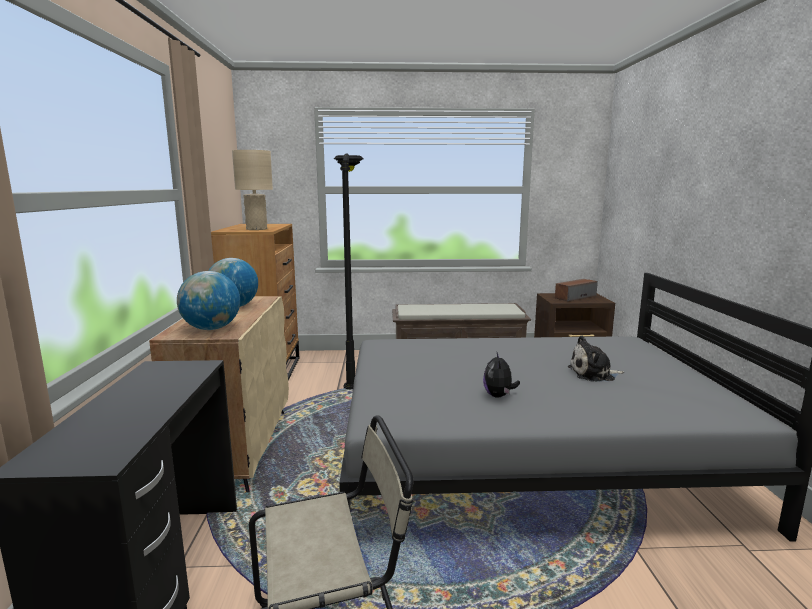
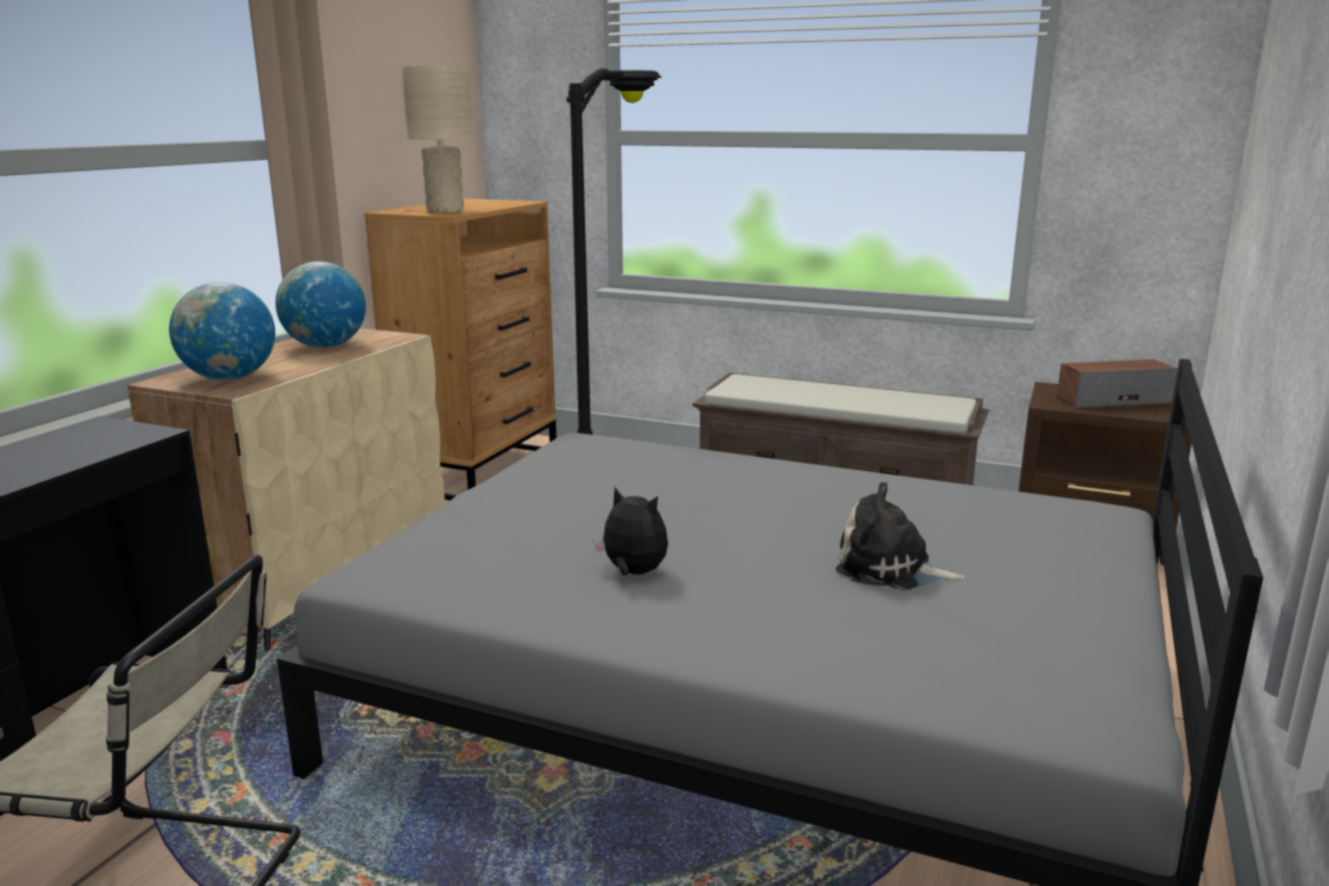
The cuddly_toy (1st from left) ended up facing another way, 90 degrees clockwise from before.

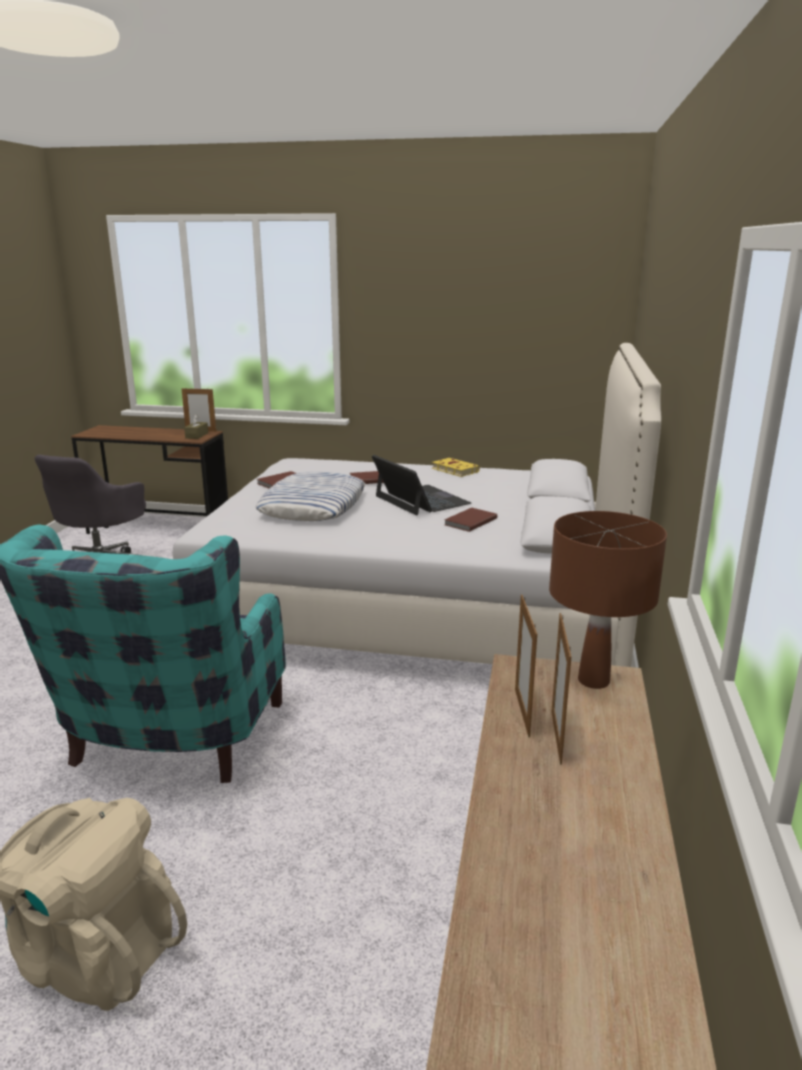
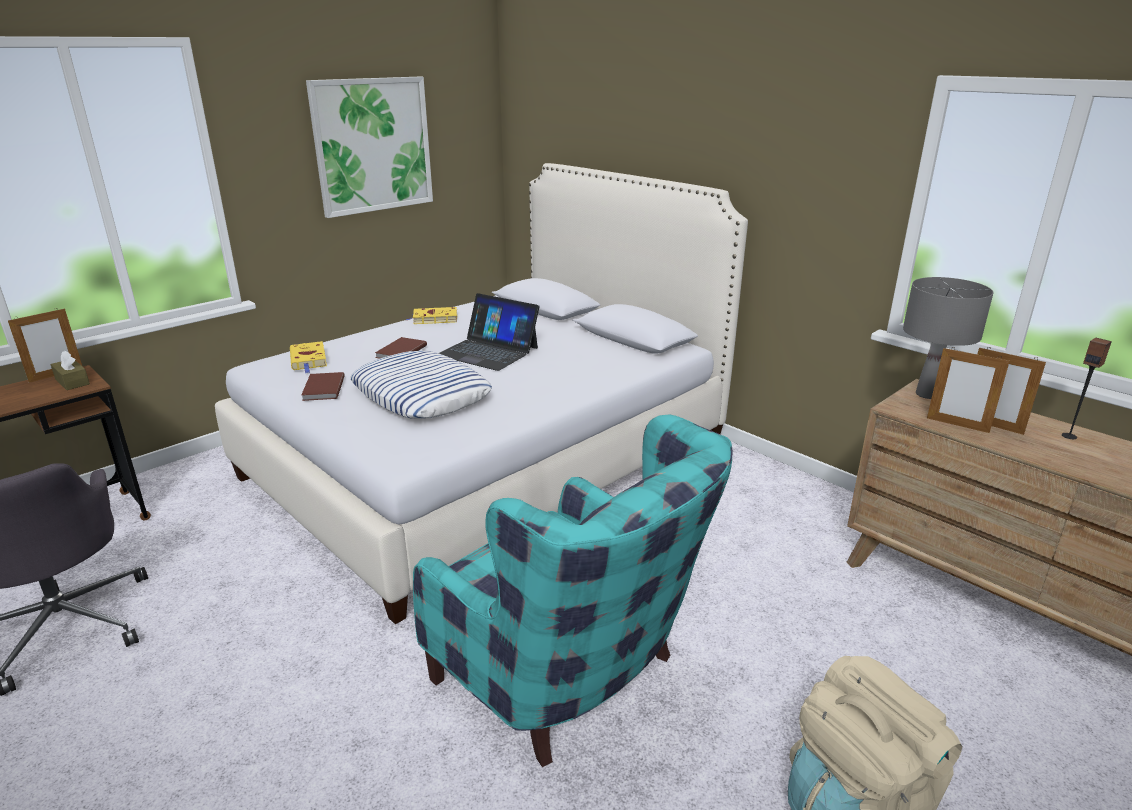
The second view lost the brownish_volume (3rd from left). The second view gained the yellow-coloured_volume (1st from left). The second view gained the picture. The second view gained the audio_speaker. What was the brownish_table_lamp turned into the grey_table_lamp. The laptop ended up facing another way, 150 degrees counterclockwise from before.

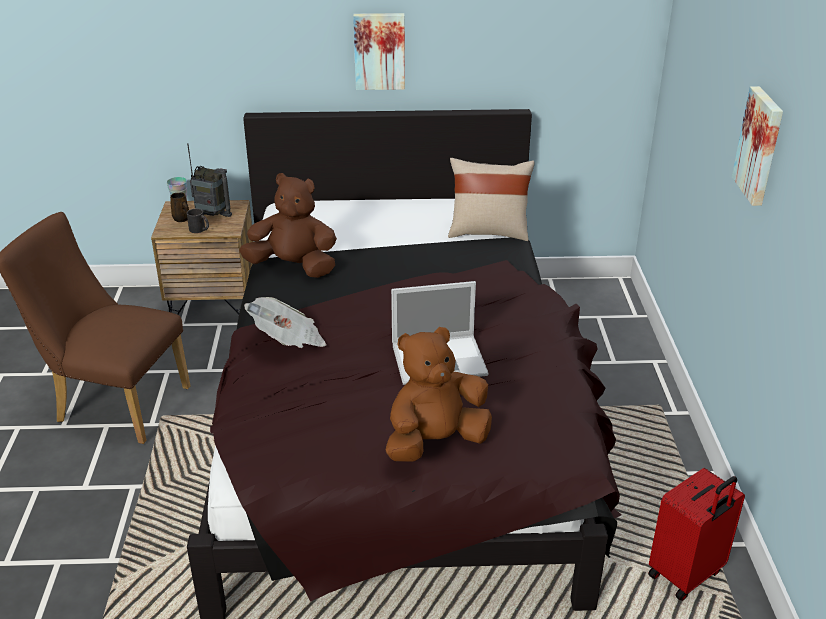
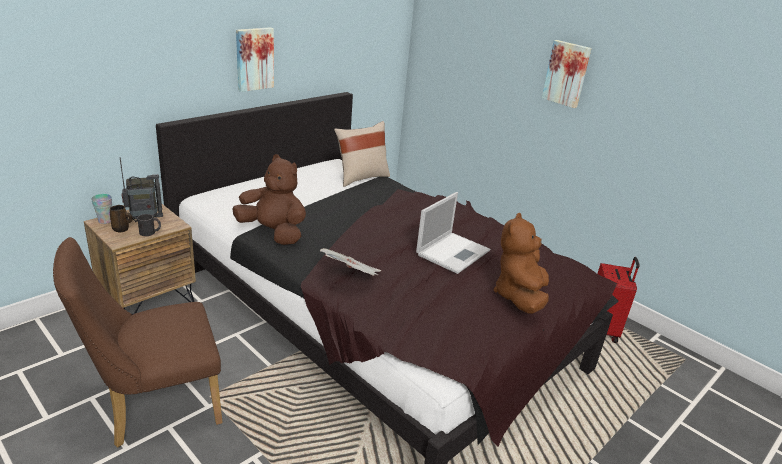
The brownish_cuddly_toy (1st from left) ended up facing another way, 60 degrees clockwise from before.

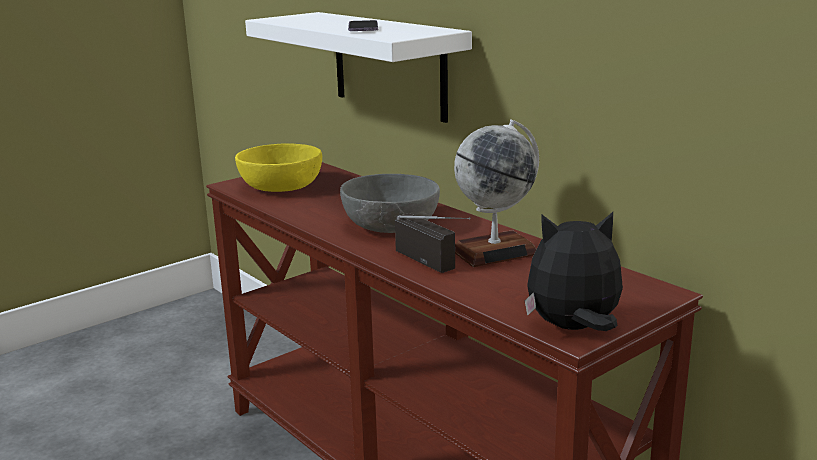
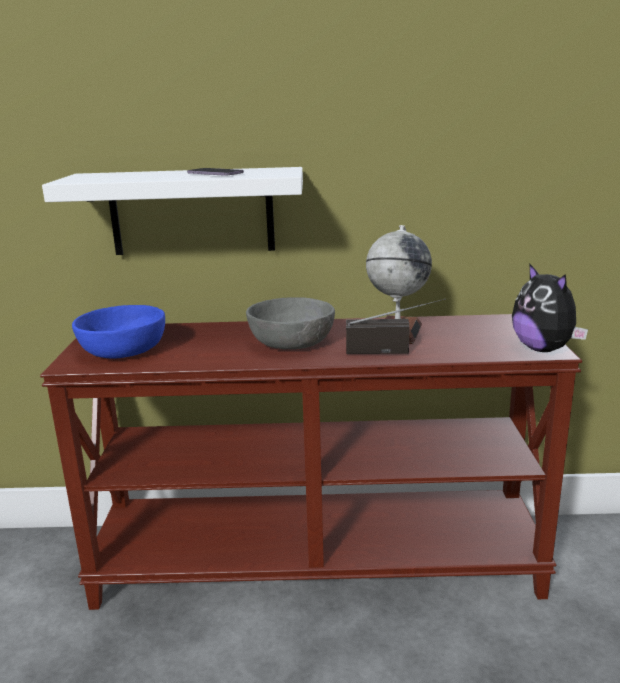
What was the yellow-coloured_serving_bowl turned into the bluish_serving_bowl. The cuddly_toy ended up facing another way, 60 degrees counterclockwise from before.

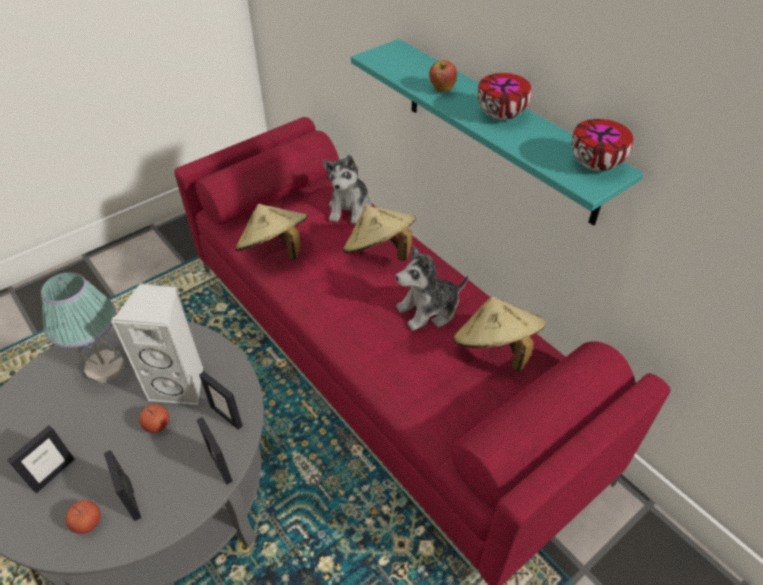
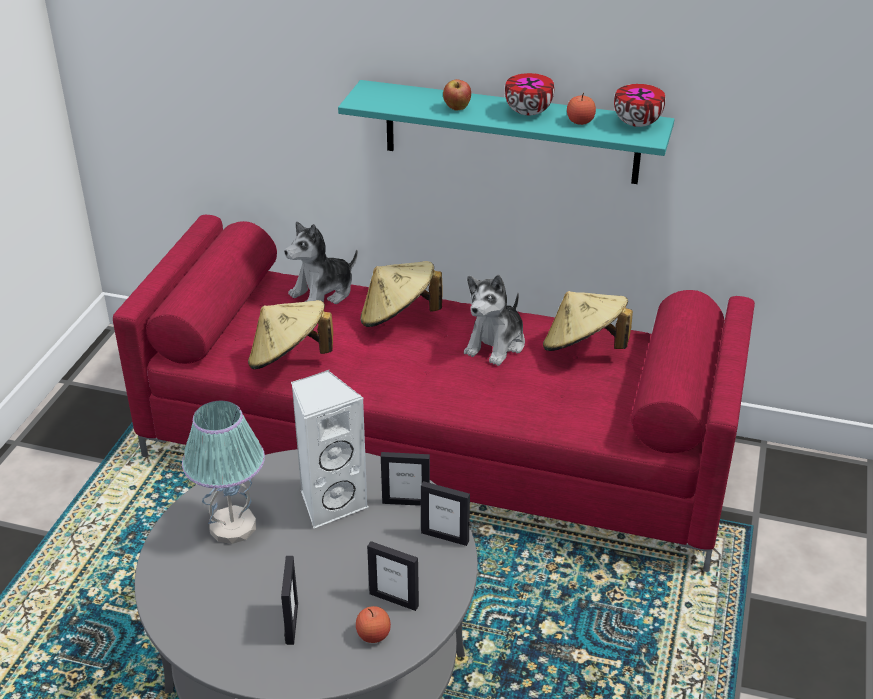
The apple (2nd from left in the first image) ended up elsewhere. The cuddly_toy (1st from left) ended up facing another way, 75 degrees clockwise from before.

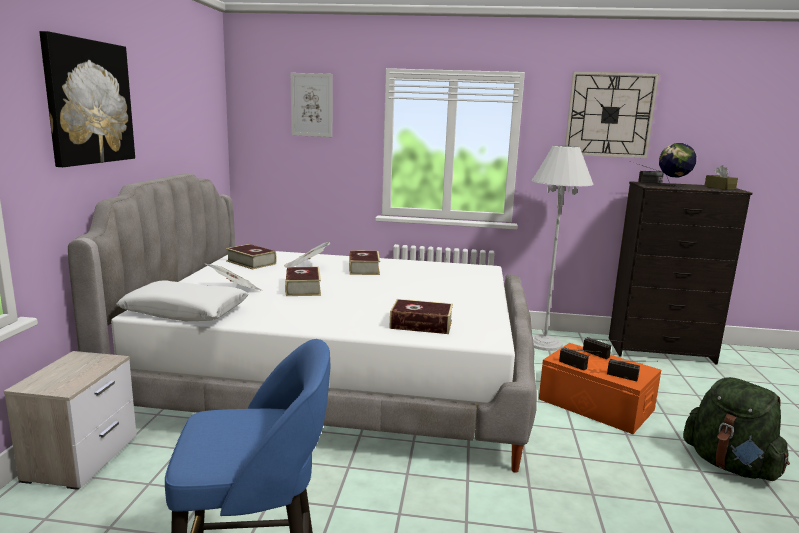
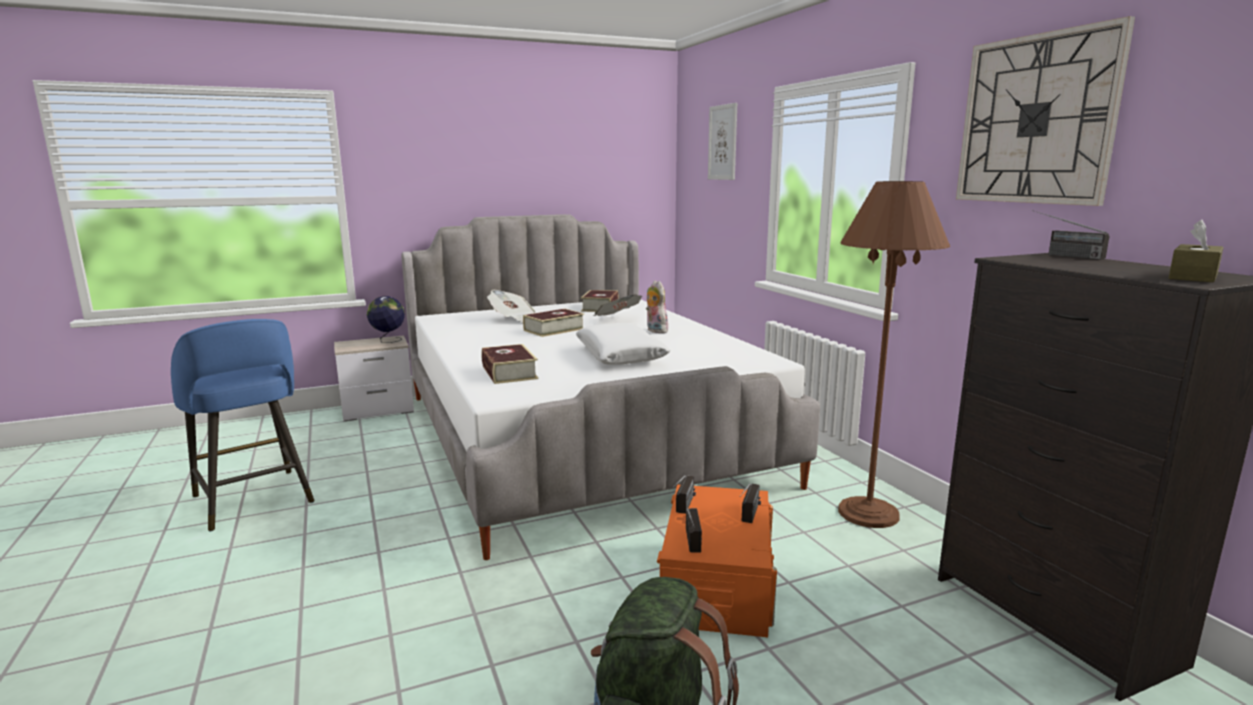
The second view lost the picture (1st from left). The white_pillow ended up elsewhere. The desk_globe ended up elsewhere. Where the volume (3rd from left) stood, the cuddly_toy came to stand. What was the white_standing_lamp turned into the brownish_standing_lamp.

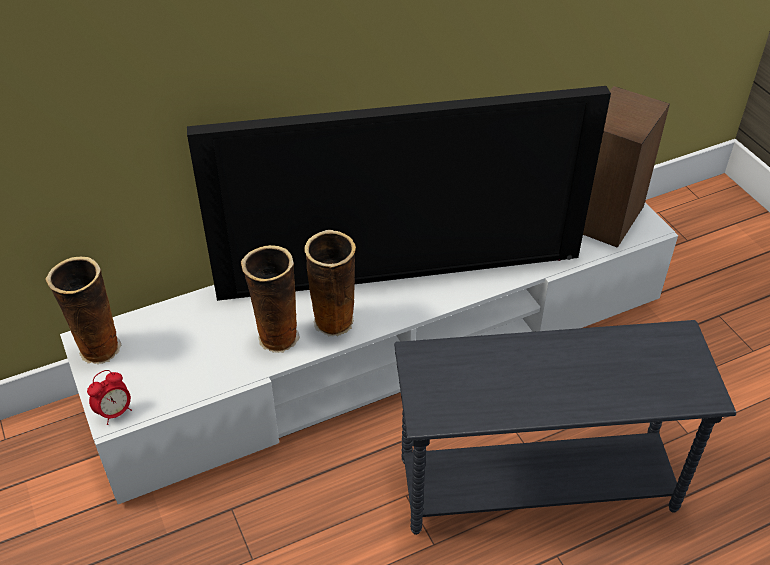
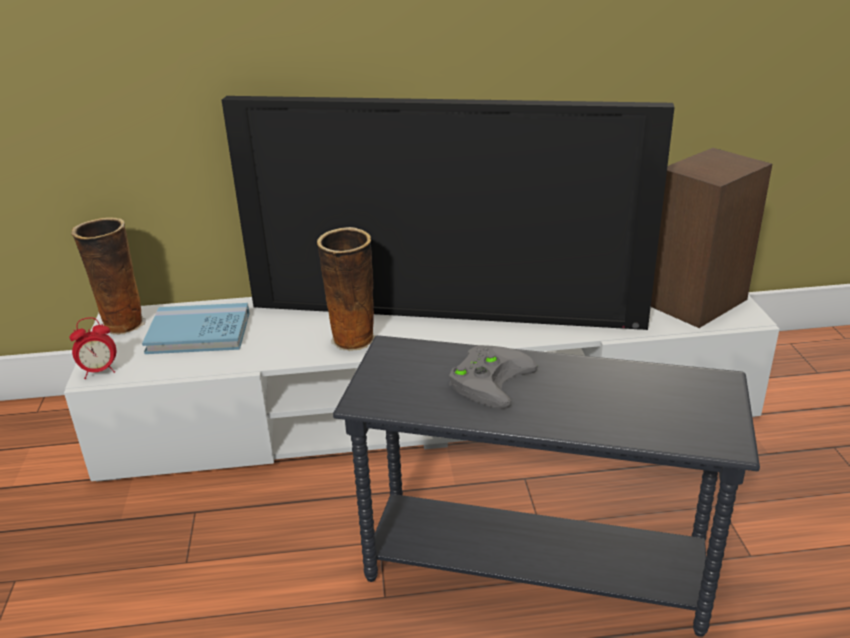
The second view lost the decorative_vase (2nd from left). The second view gained the bluish_volume. The second view gained the grey_game_controller.

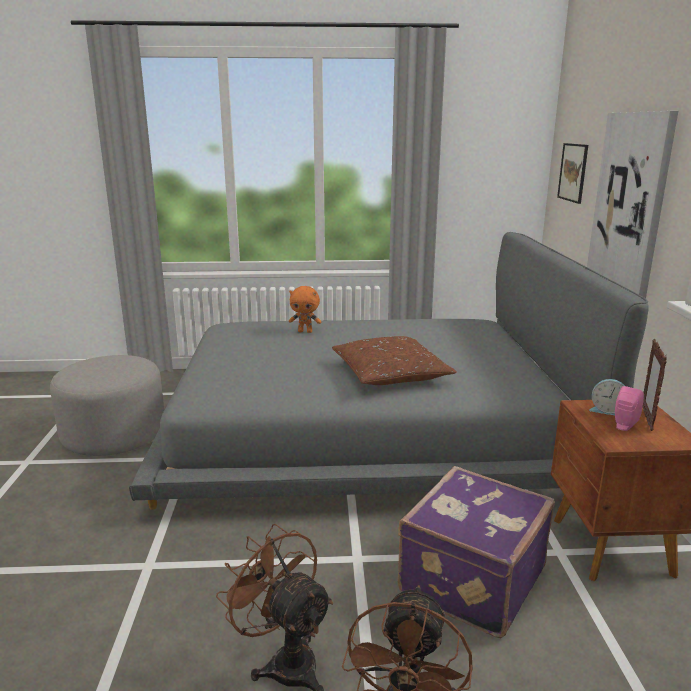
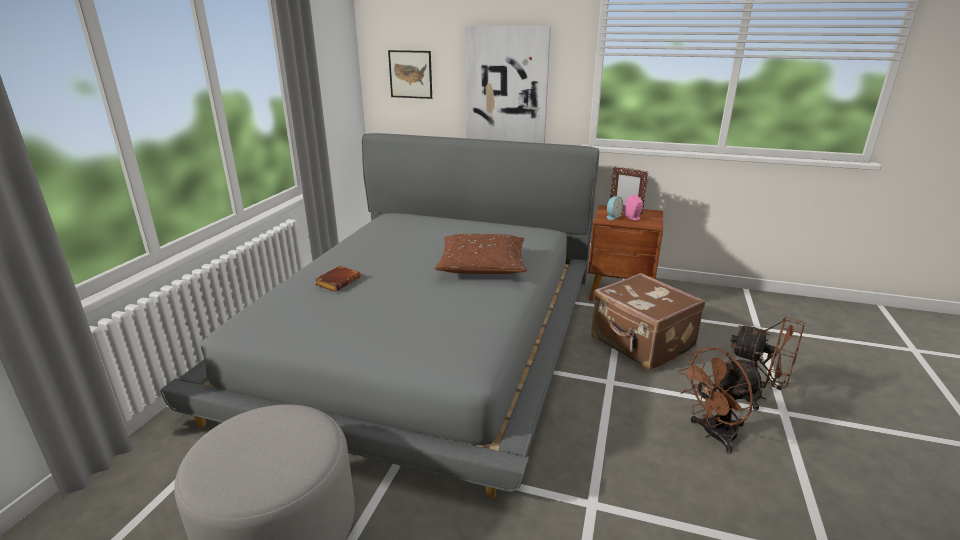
Where the orangey_cuddly_toy stood, the brownish_volume came to stand. What was the purplish_travel_case turned into the brownish_travel_case.

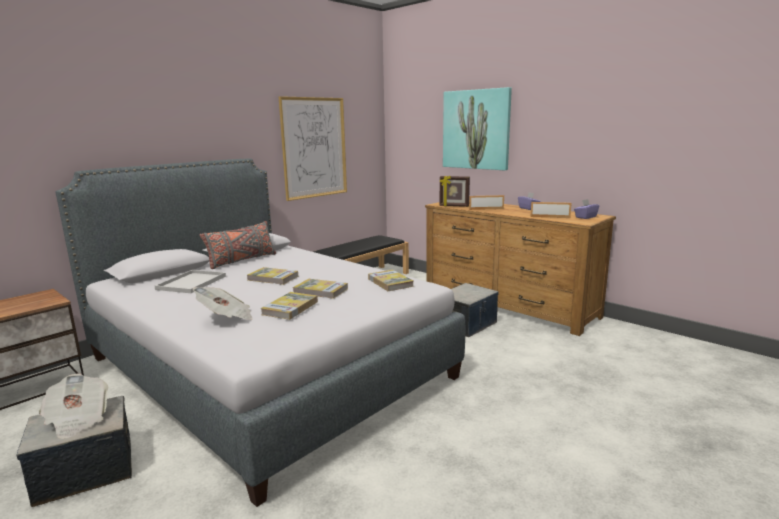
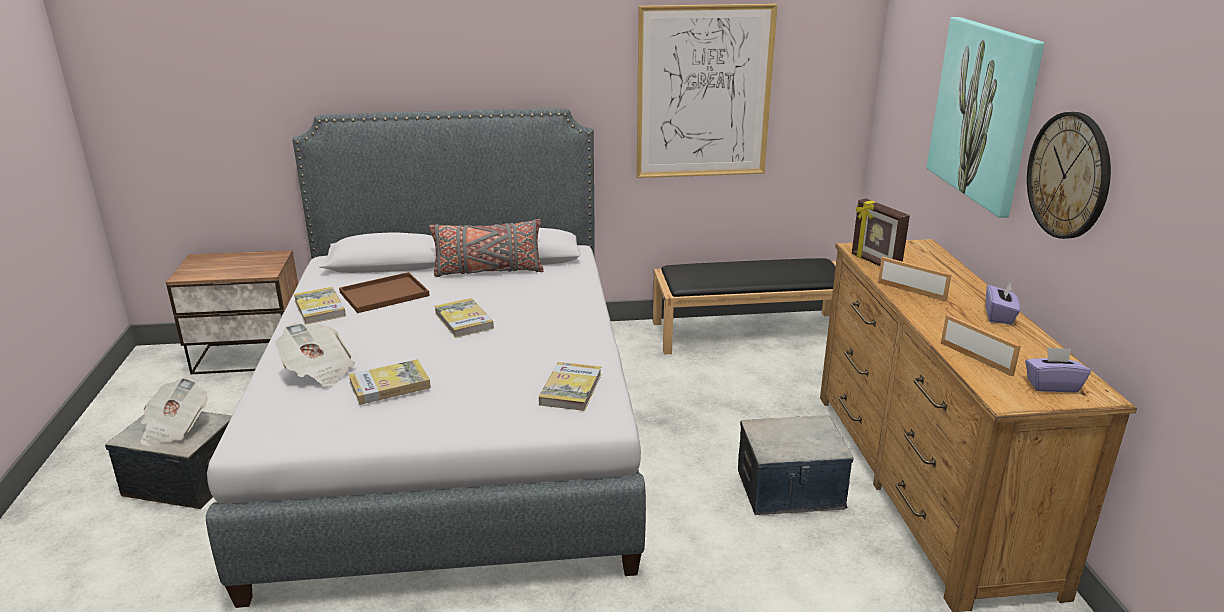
The second view gained the wall_clock. The volume (3rd from left in the first image) ended up elsewhere. What was the white_serving_tray turned into the brownish_serving_tray.

